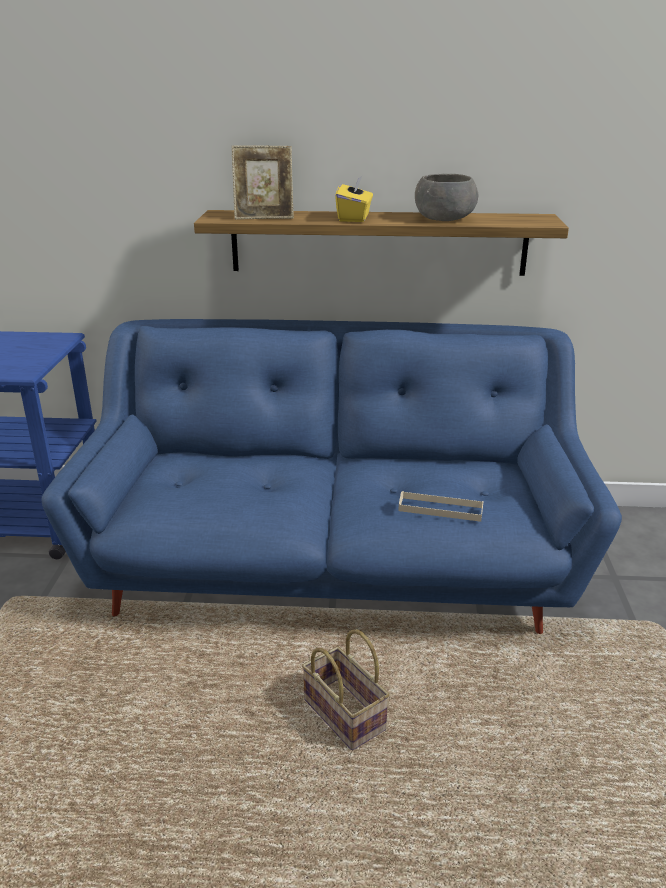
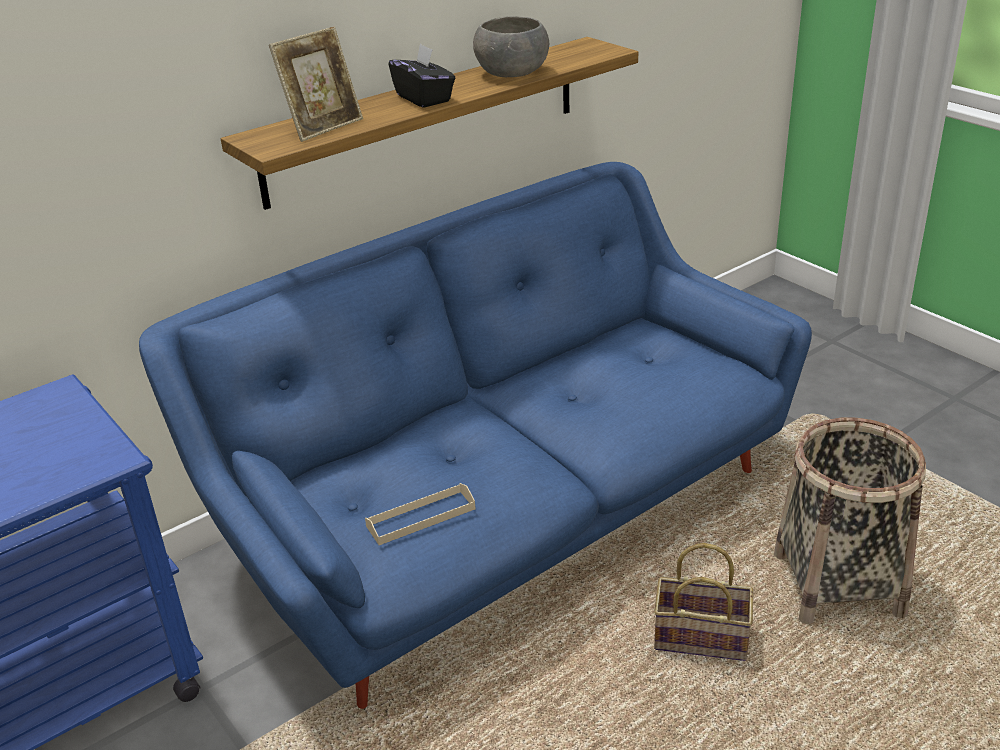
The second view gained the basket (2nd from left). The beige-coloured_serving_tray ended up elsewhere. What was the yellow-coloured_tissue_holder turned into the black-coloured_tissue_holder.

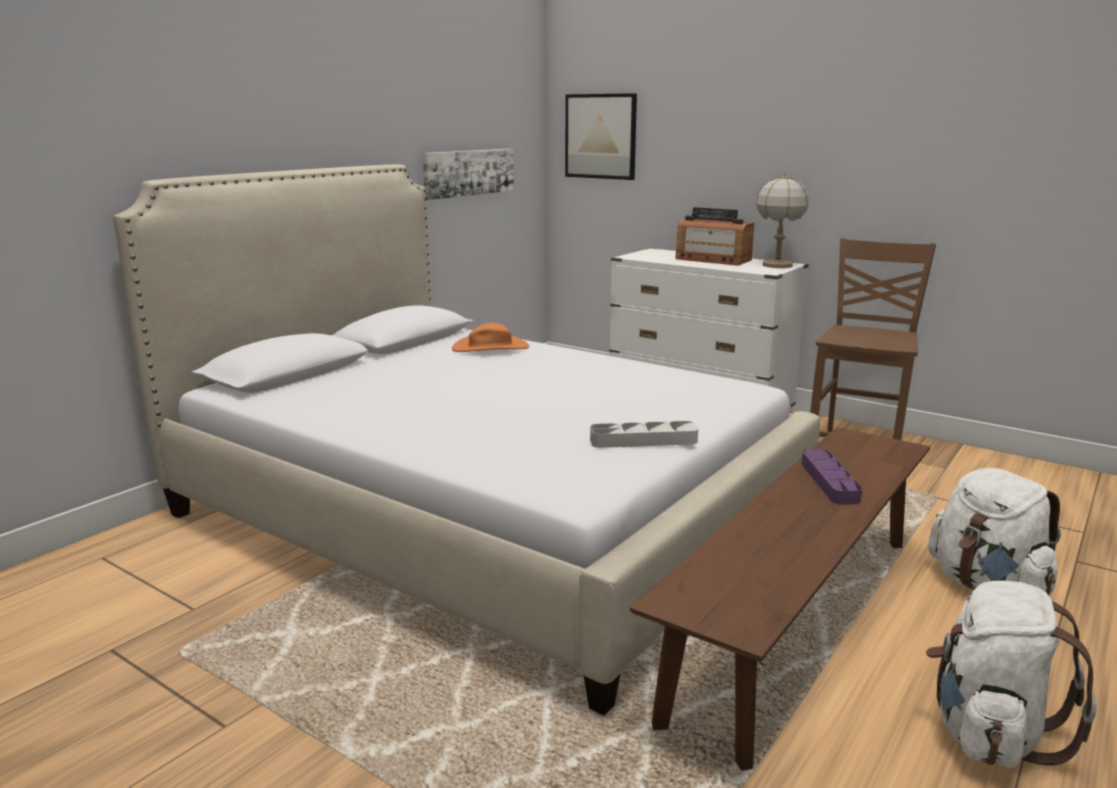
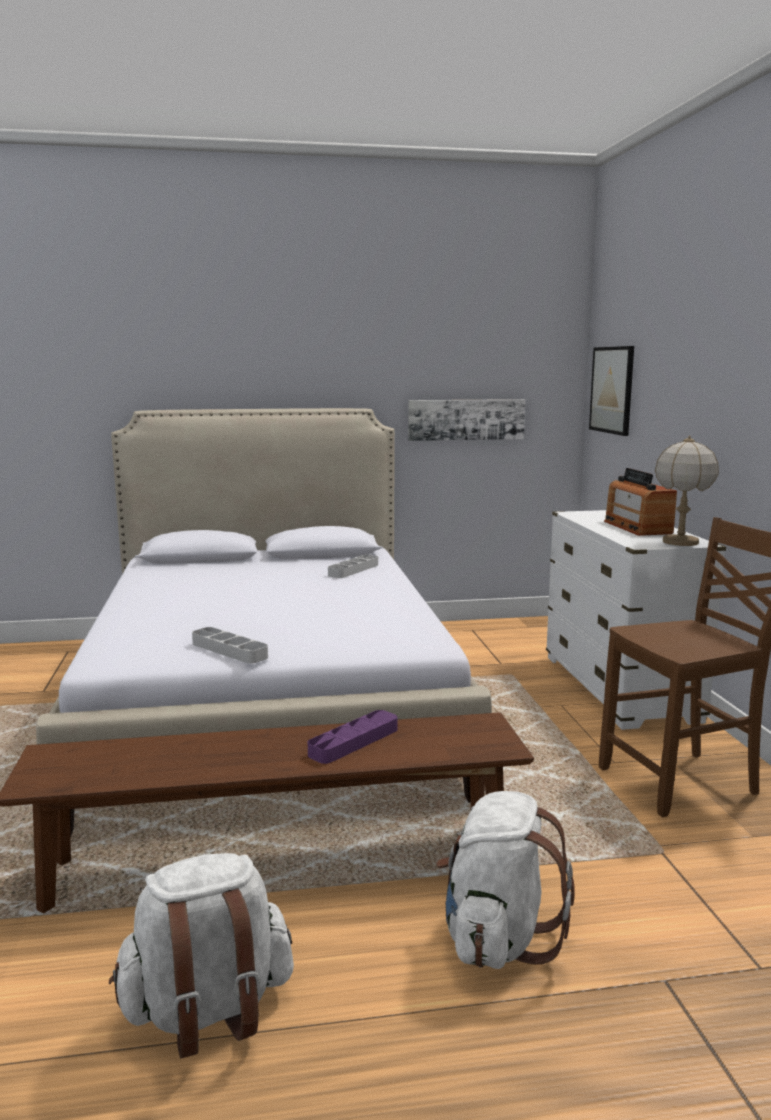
Where the orangey_wearable_hat stood, the grey_serving_tray (2nd from left) came to stand.

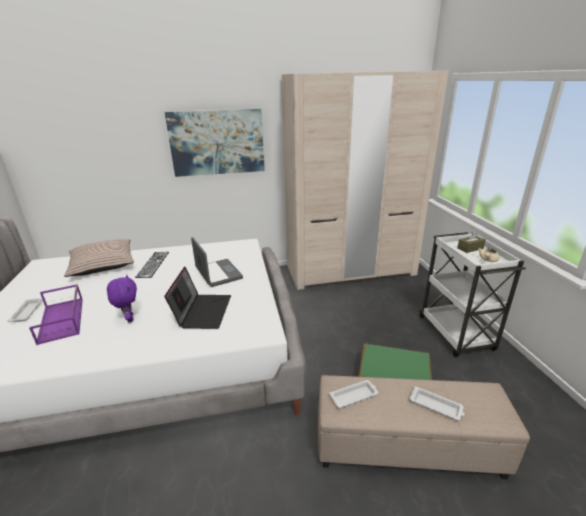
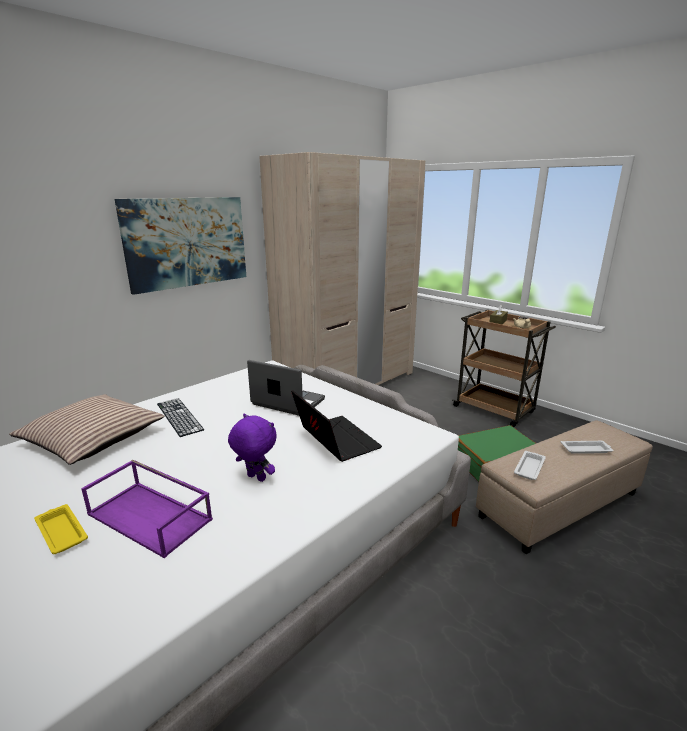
What was the white_serving_tray (1st from left) turned into the yellow-coloured_serving_tray. What was the white_wheeled_cart turned into the brownish_wheeled_cart.

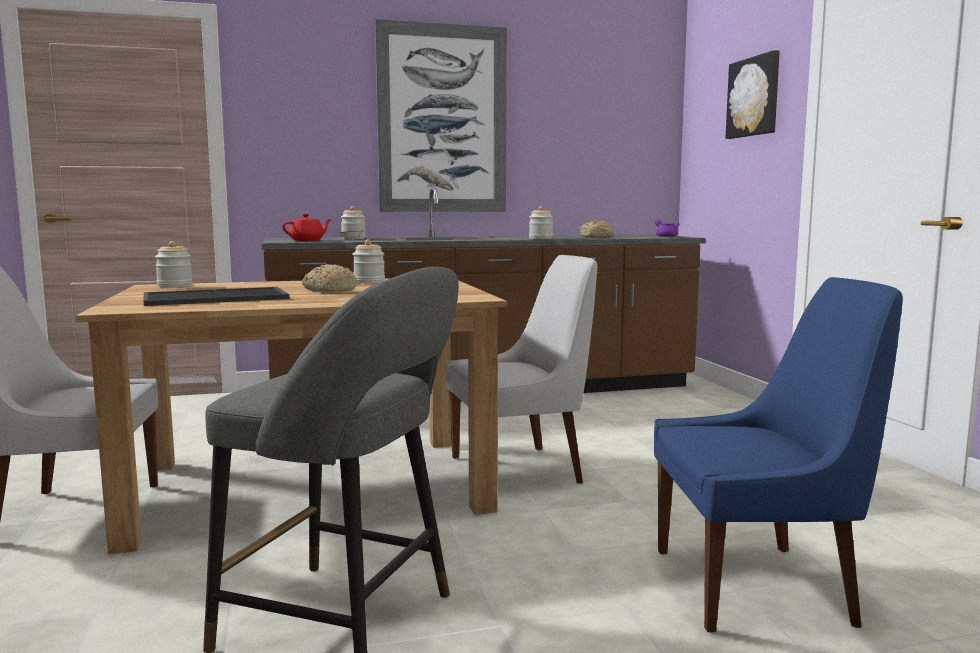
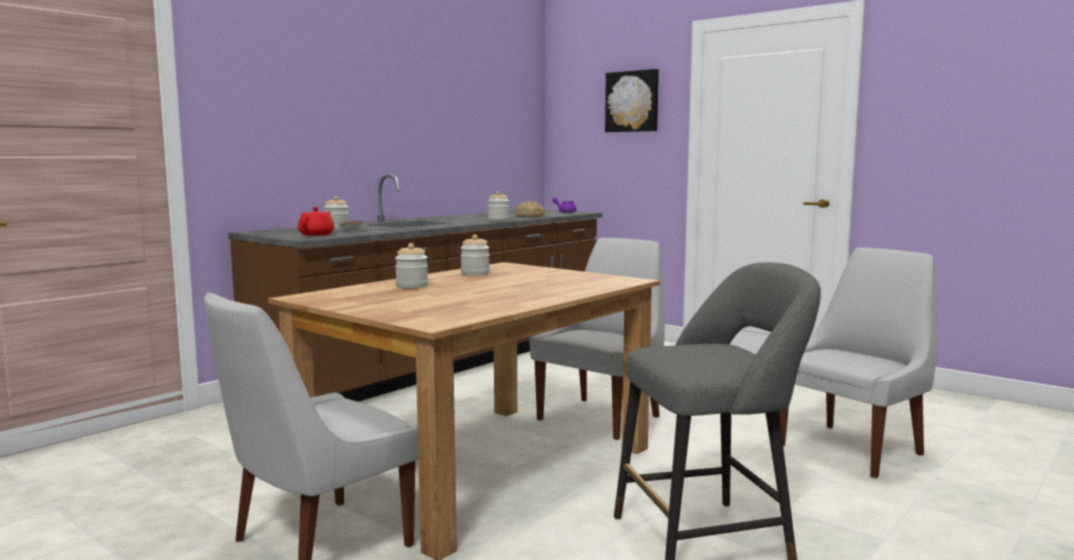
The second view lost the serving_tray. The second view lost the bread (1st from left). The second view lost the picture (1st from left). The jar (1st from left in the first image) ended up elsewhere. What was the bluish_plain_chair turned into the white_plain_chair (3rd from left).

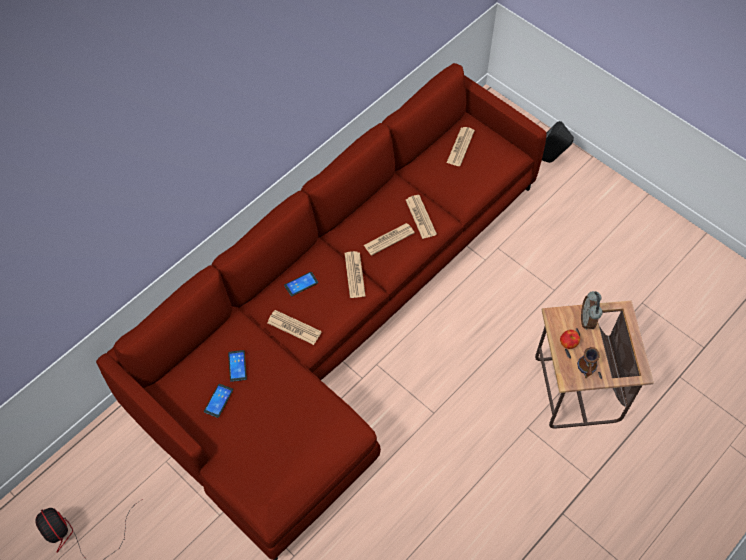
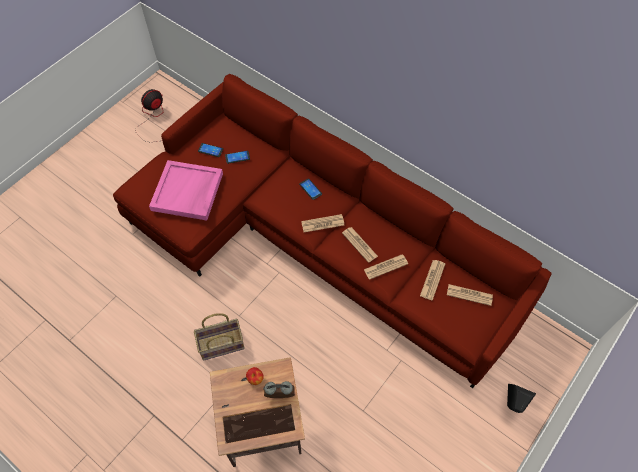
The second view lost the tea_mug. The second view gained the pinkish_serving_tray. The second view gained the basket. The daily_paper (1st from left in the first image) ended up elsewhere.

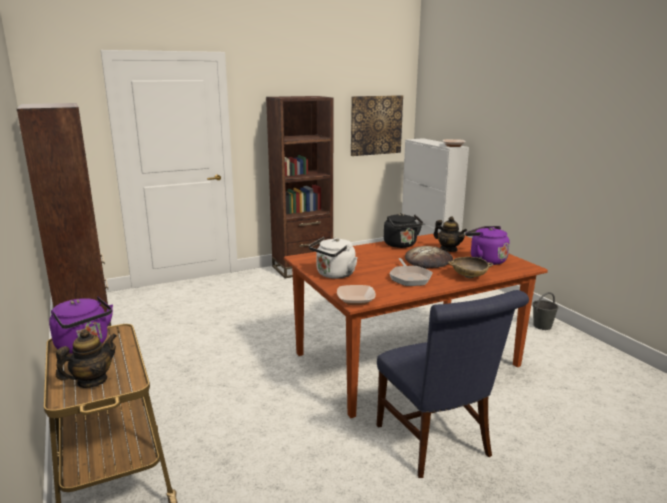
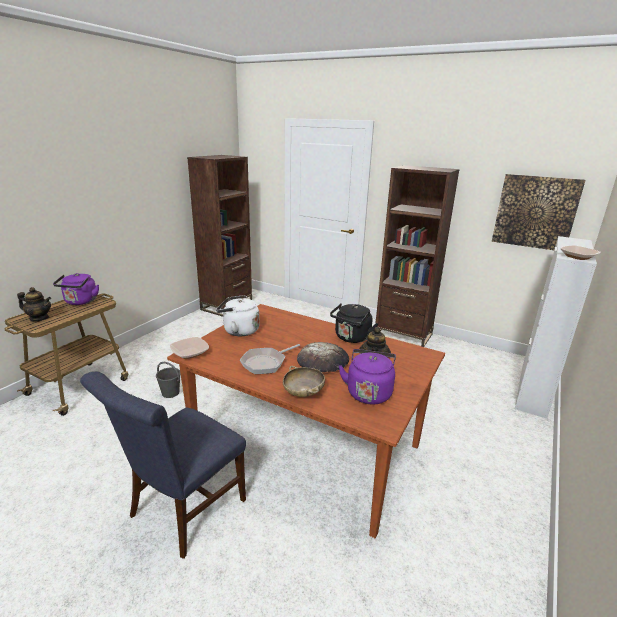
The grey_pail ended up elsewhere.

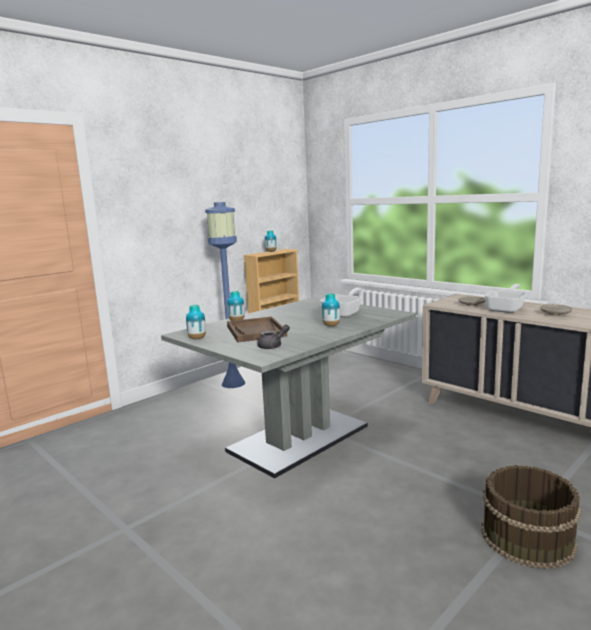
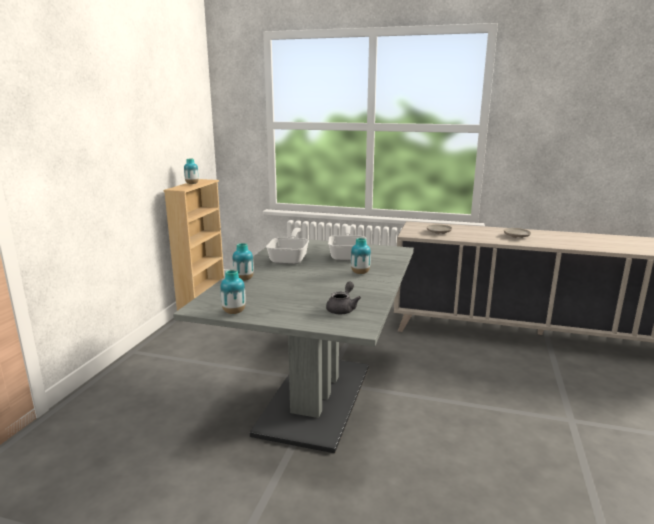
The second view lost the bluish_standing_lamp. The second view lost the brownish_serving_tray. The second view lost the brownish_pail. The frying_pan (2nd from left in the first image) ended up elsewhere.

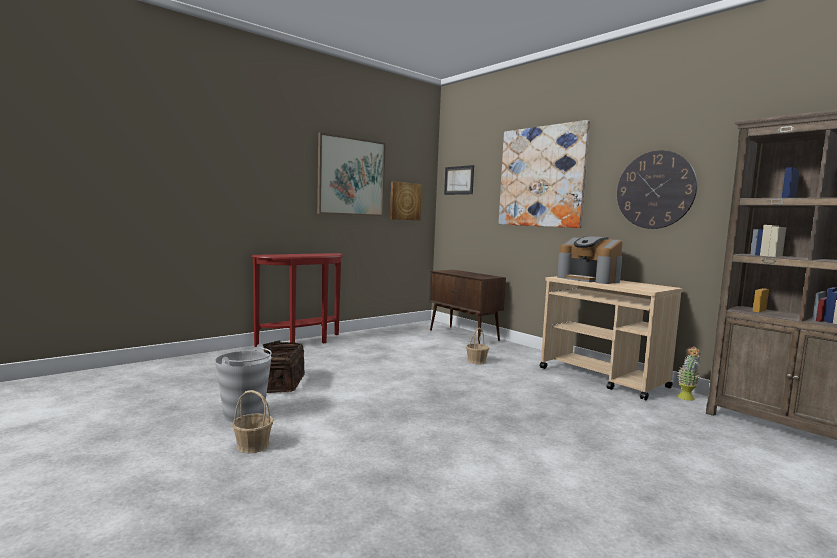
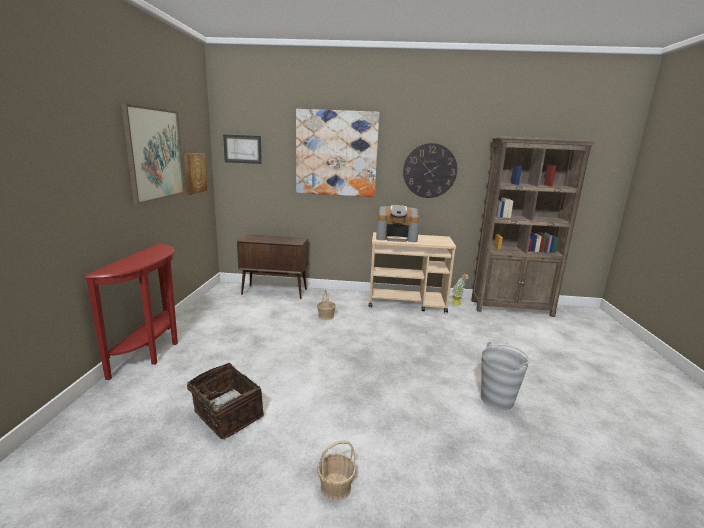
The grey_pail ended up elsewhere.

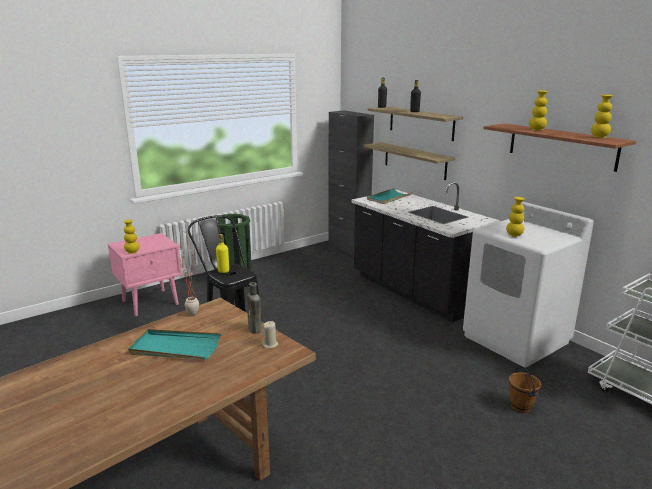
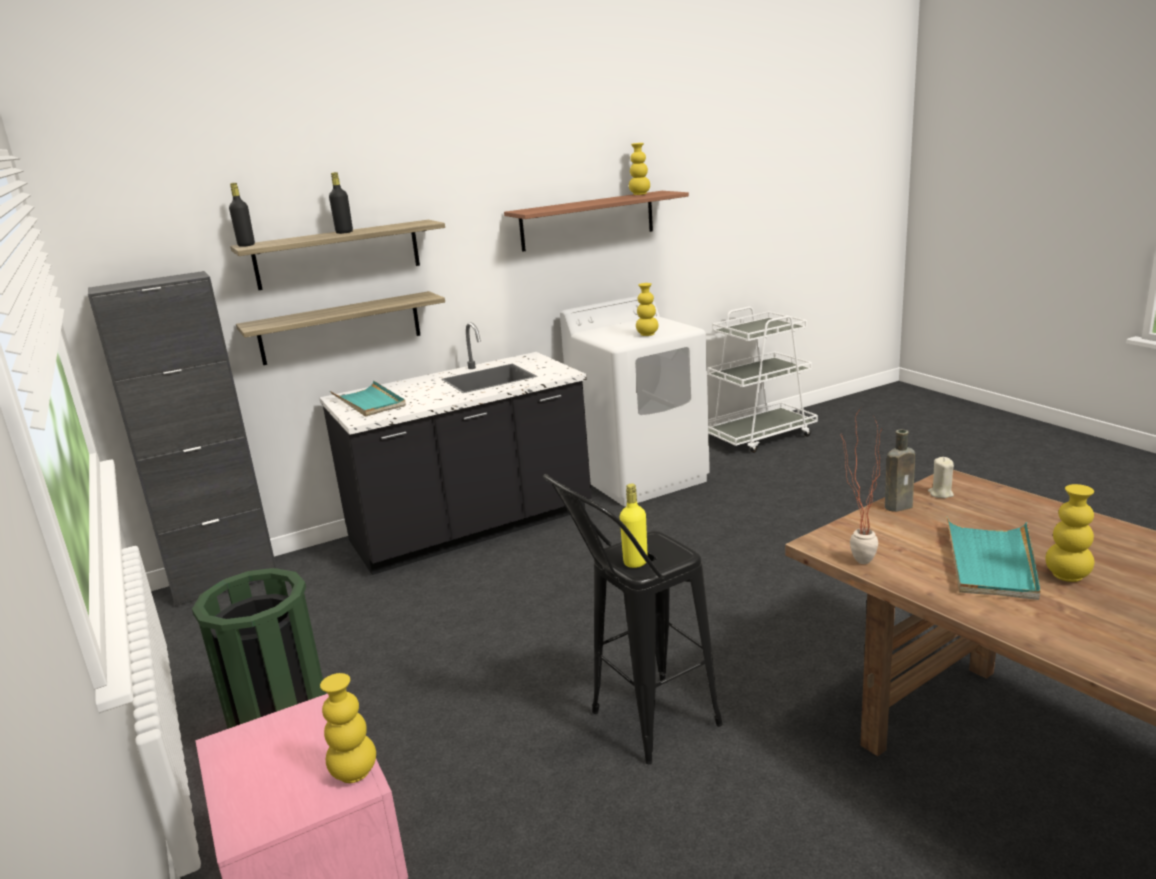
The second view lost the brownish_pail. The yellow-coloured_decorative_vase (3rd from left in the first image) ended up elsewhere.

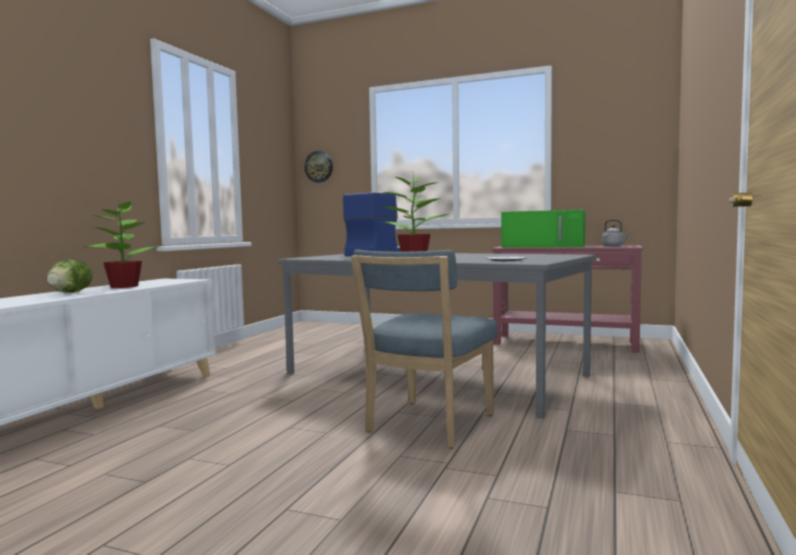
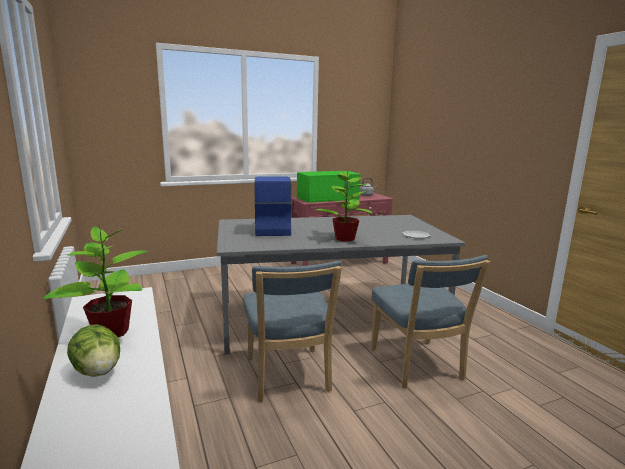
The second view lost the wall_clock. The second view gained the bluish_plain_chair (1st from left).

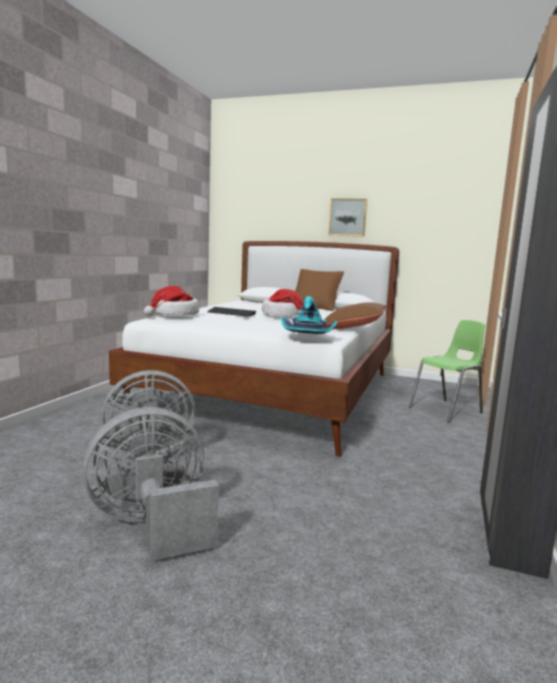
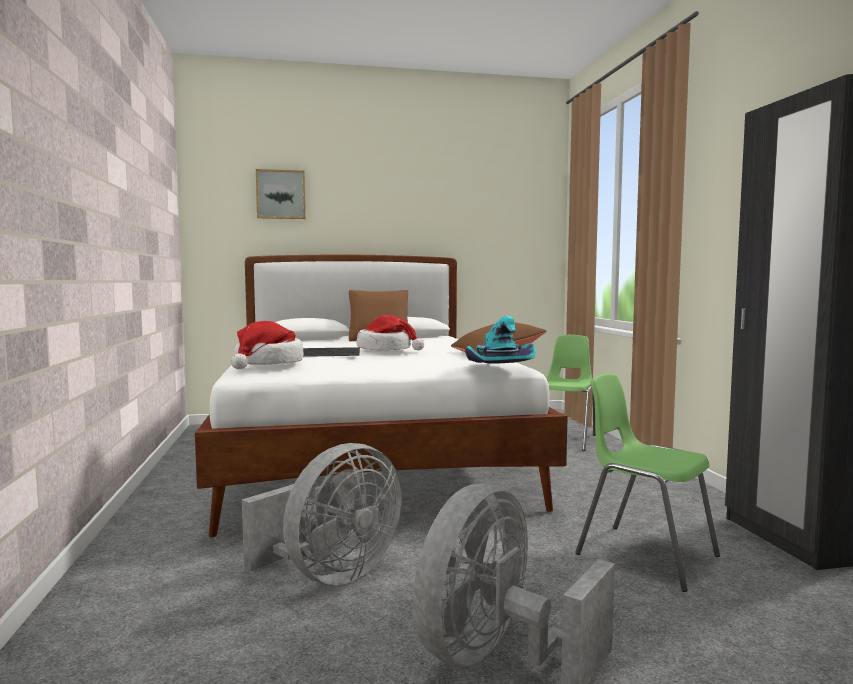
The second view gained the green-coloured_plain_chair (2nd from left). The picture ended up elsewhere.

